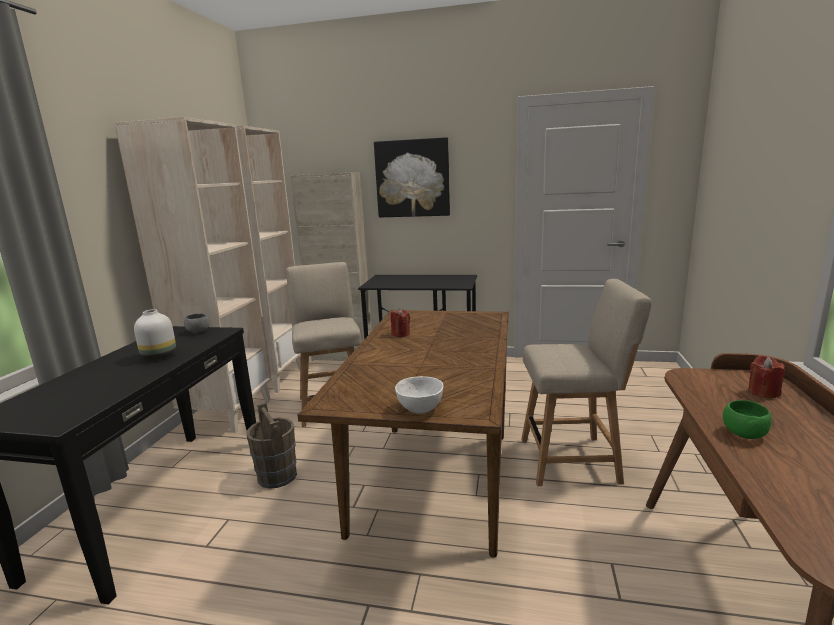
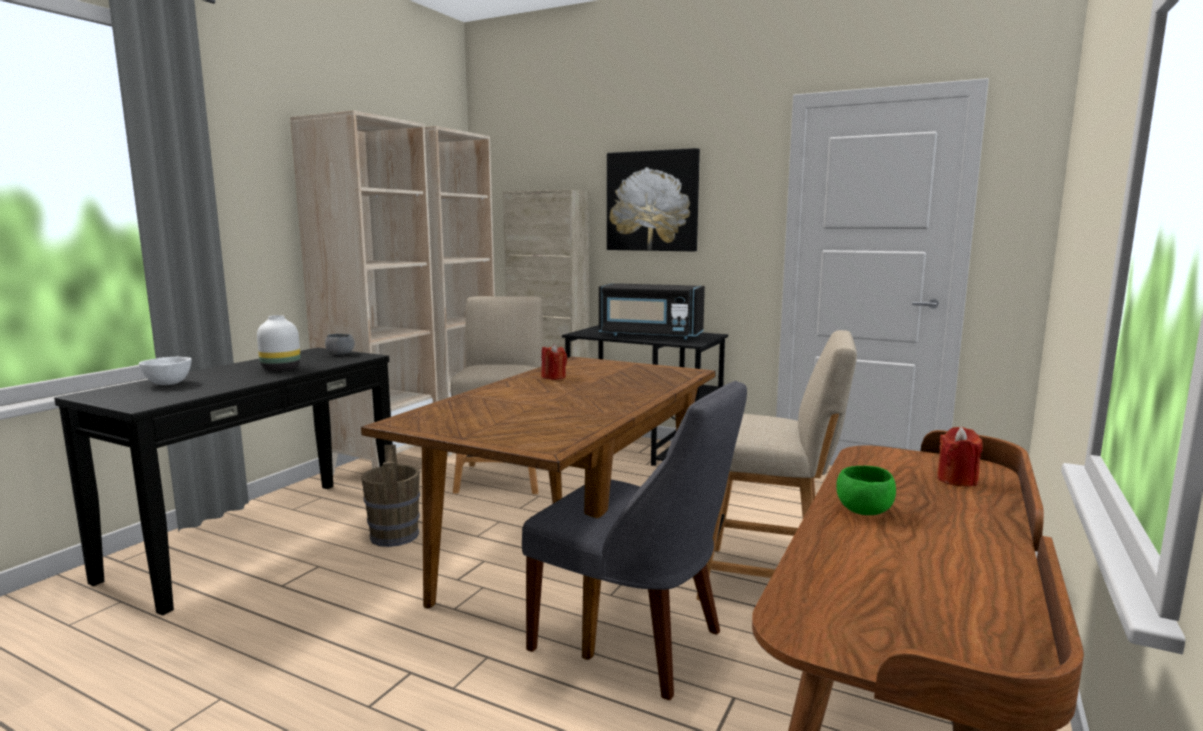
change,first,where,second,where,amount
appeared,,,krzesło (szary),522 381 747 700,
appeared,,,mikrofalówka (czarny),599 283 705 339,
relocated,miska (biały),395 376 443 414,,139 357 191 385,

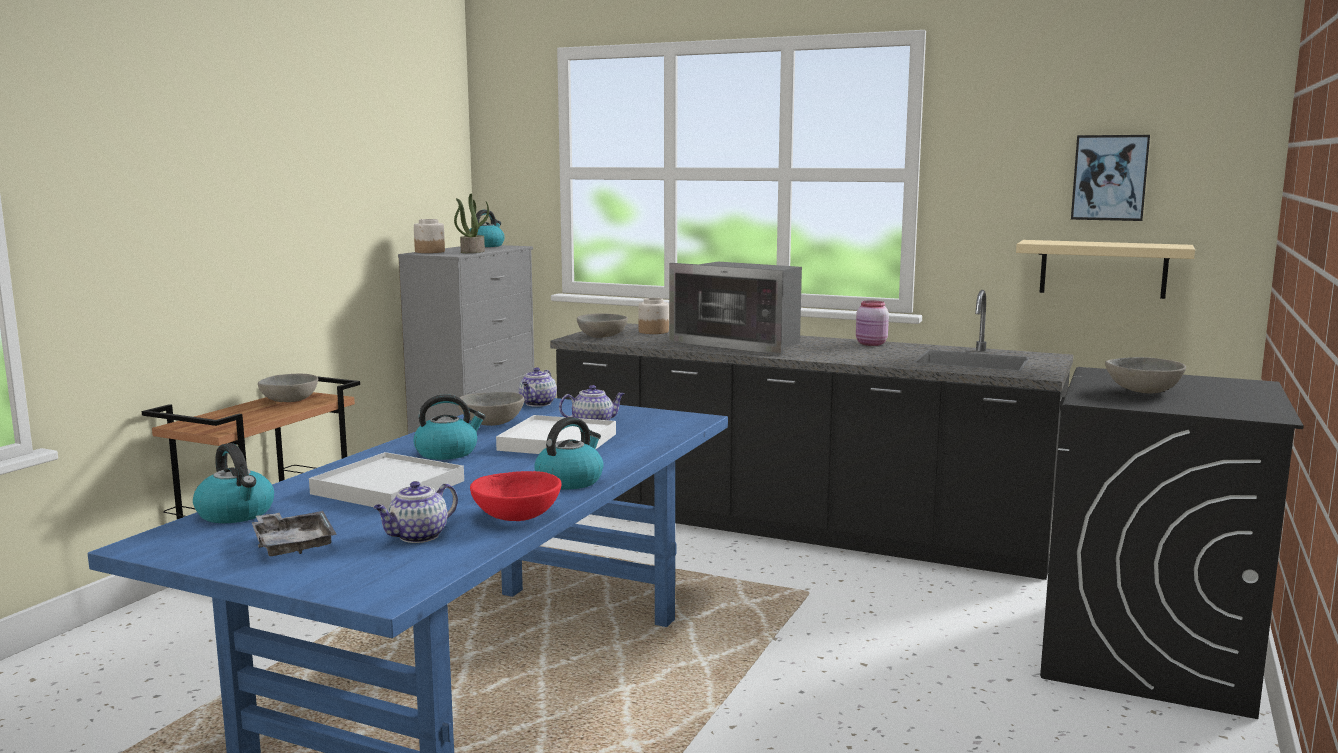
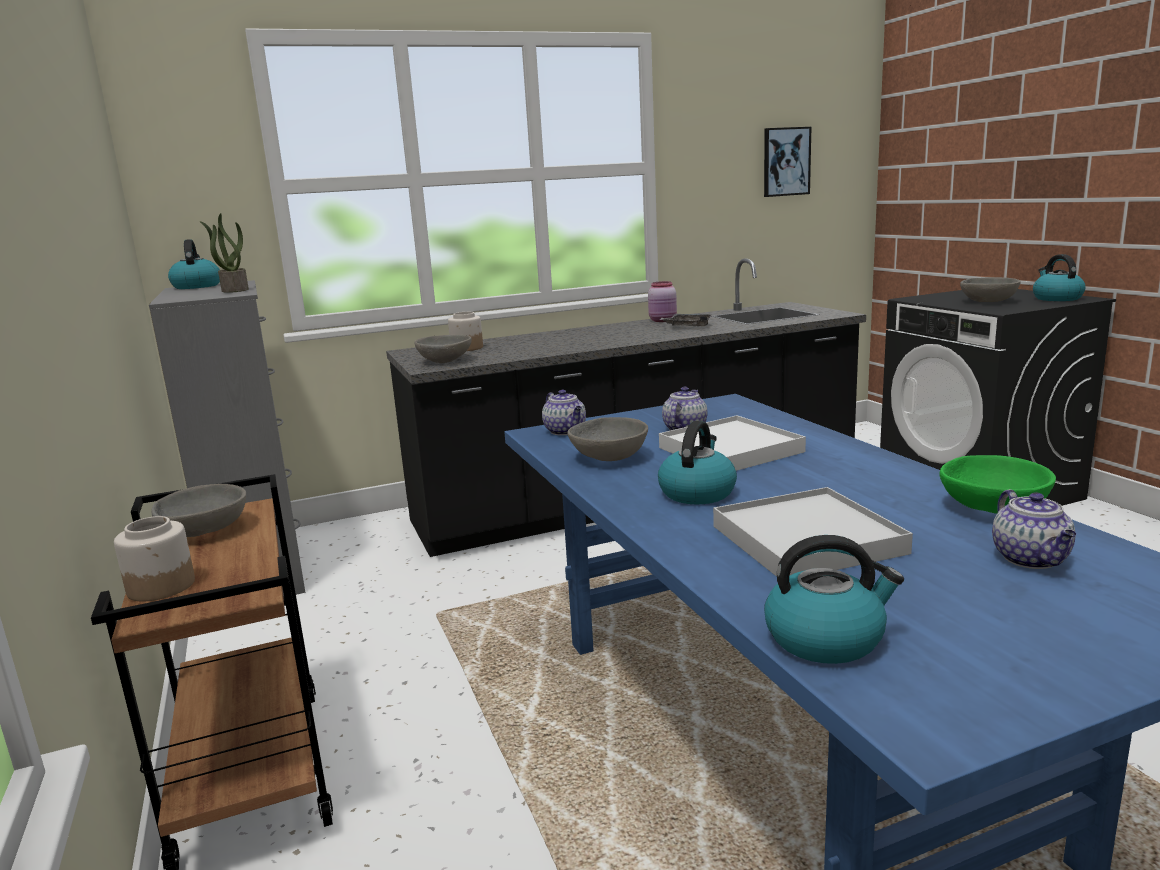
change,first,where,second,where,amount
missing,mikrofalówka,669 262 802 355,,,
missing,półka (beżowy),1016 240 1195 299,,,
relocated,taca (szary),252 511 337 556,,659 314 712 326,
relocated,słoik,414 219 445 253,,114 516 195 601,
relocated,czajnik,534 417 604 489,,1033 254 1086 301,
colour,miska (czerwony),470 471 562 521,miska (zielony),940 455 1056 514,

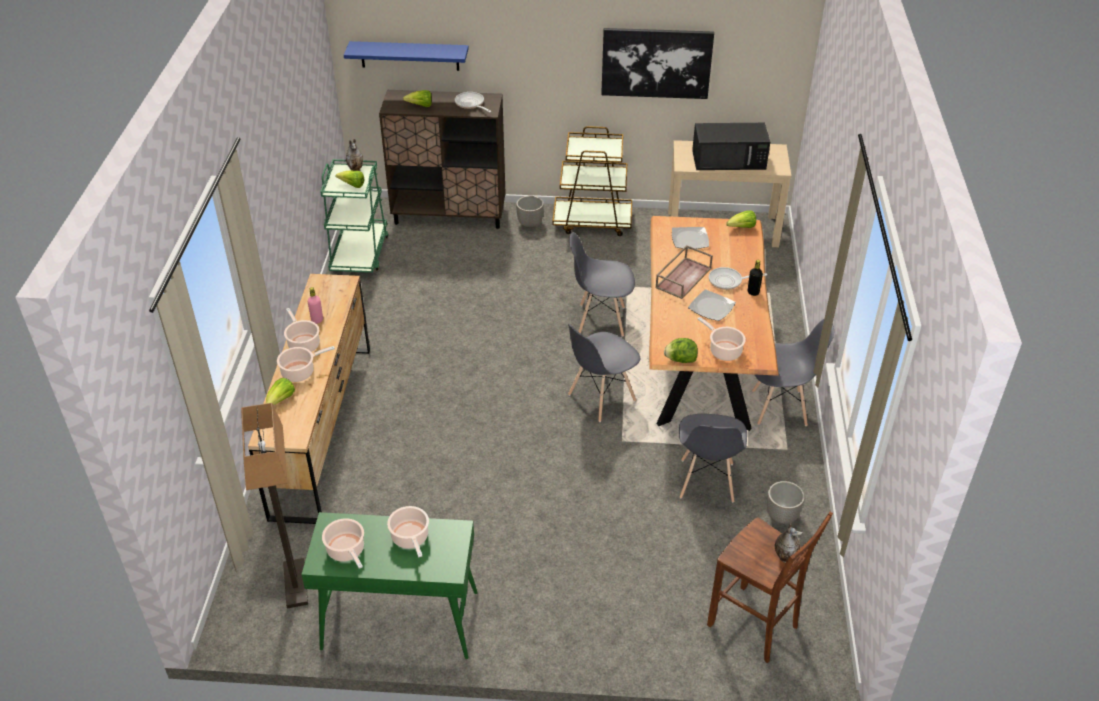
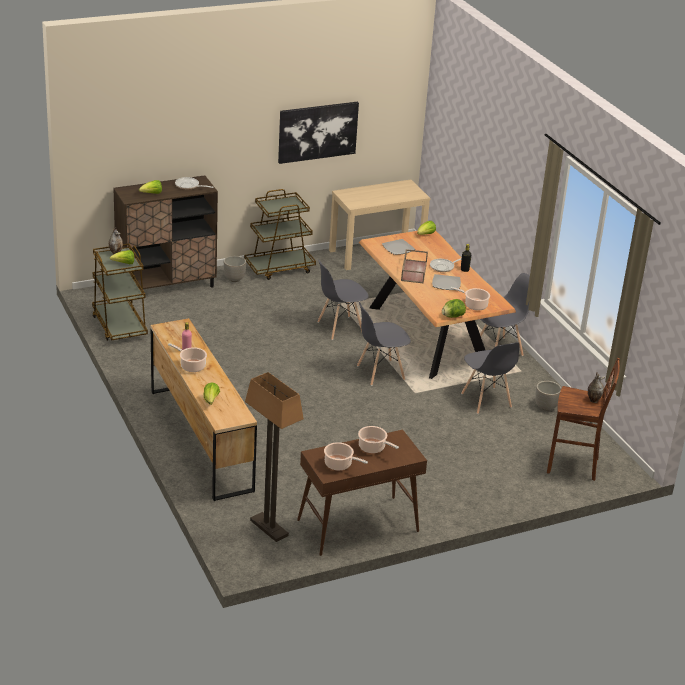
change,first,where,second,where,amount
missing,garnek,277 346 335 382,,,
missing,półka (niebieski),344 41 469 71,,,
missing,mikrofalówka (czarny),692 123 770 170,,,
colour,stolik konsolowy (zielony),301 512 478 659,stolik konsolowy (brązowy),297 430 427 556,
colour,wózek (zielony),320 159 389 273,wózek (brązowy),92 244 148 341,
spun,krzesło (szary),568 324 640 422,,357 301 411 386,45 degrees clockwise

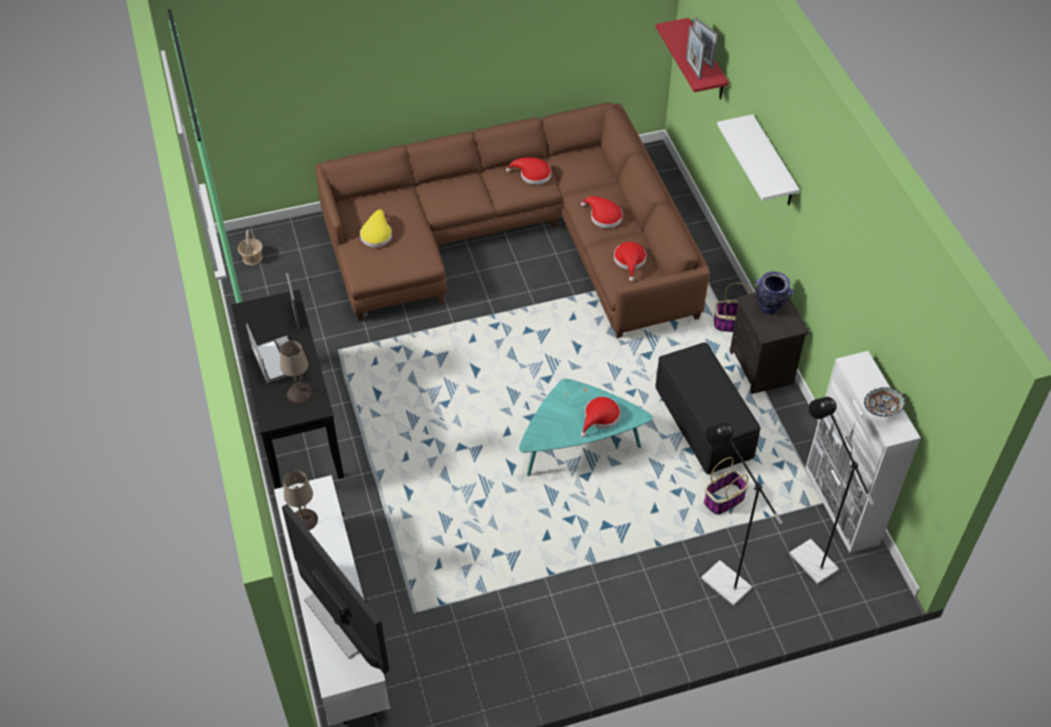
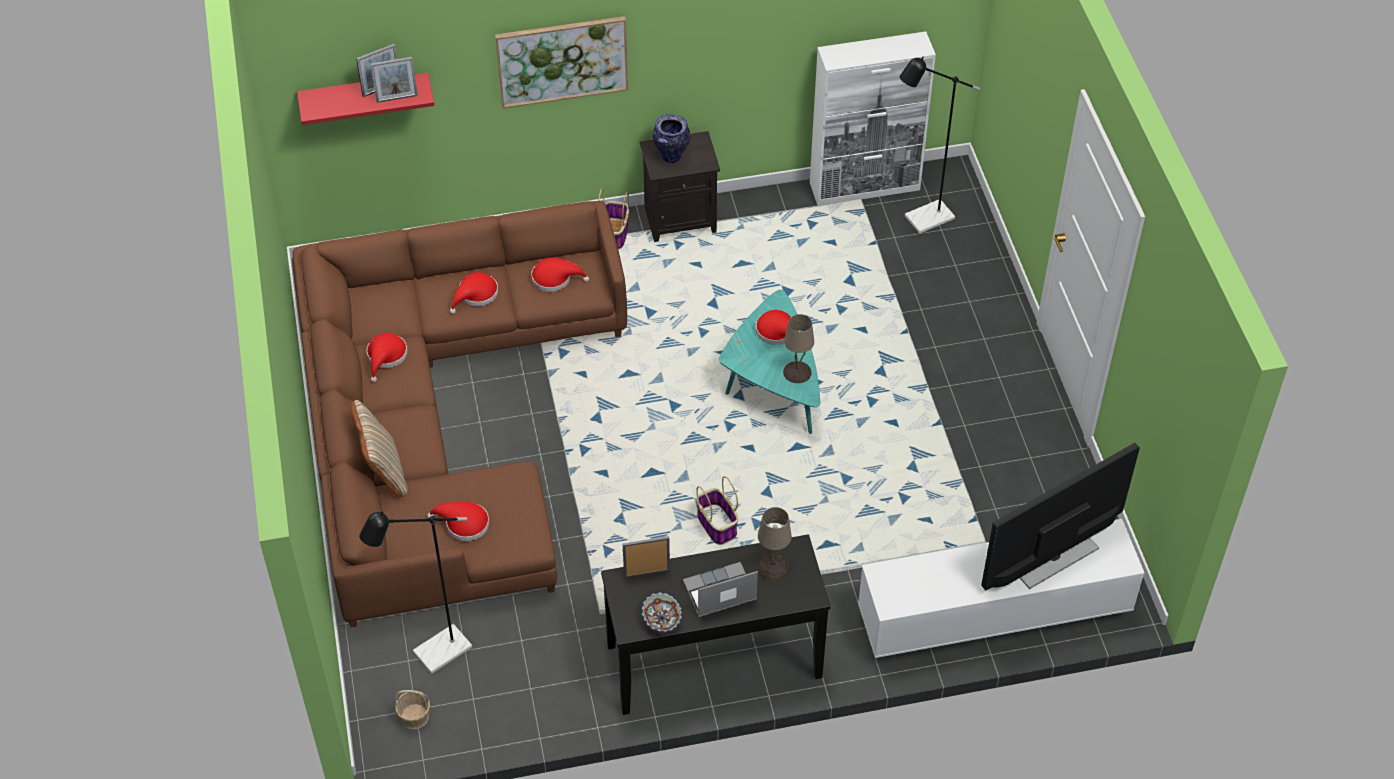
change,first,where,second,where,amount
missing,pufa (czarny),655 342 760 475,,,
appeared,,,poduszka (beżowy),351 400 408 497,
relocated,lampa stołowa (beżowy),284 470 318 530,,783 314 814 383,
relocated,lampa stojąca (czarny),701 422 782 606,,359 511 472 674,
relocated,koszyk,704 457 749 515,,696 476 739 545,
relocated,miska,864 387 905 417,,641 592 682 633,
exchanged,półka (biały),717 114 800 205,obraz,495 16 628 109,
colour,kapelusz (żółty),360 209 392 247,kapelusz (czerwony),427 502 489 541,

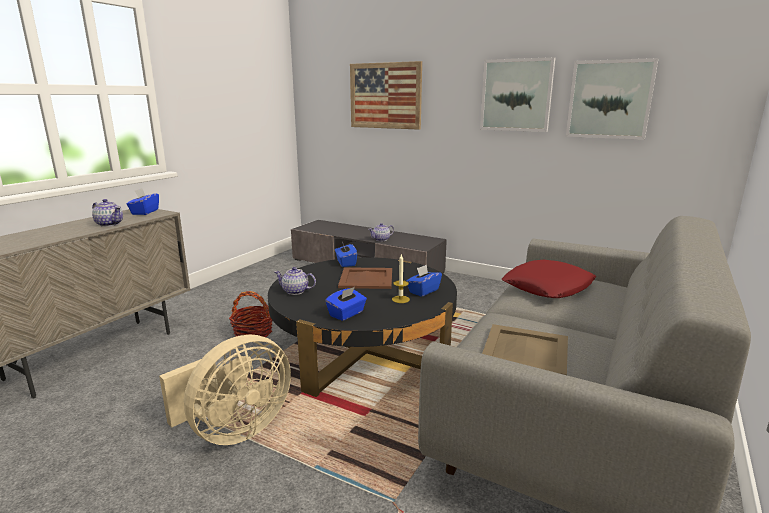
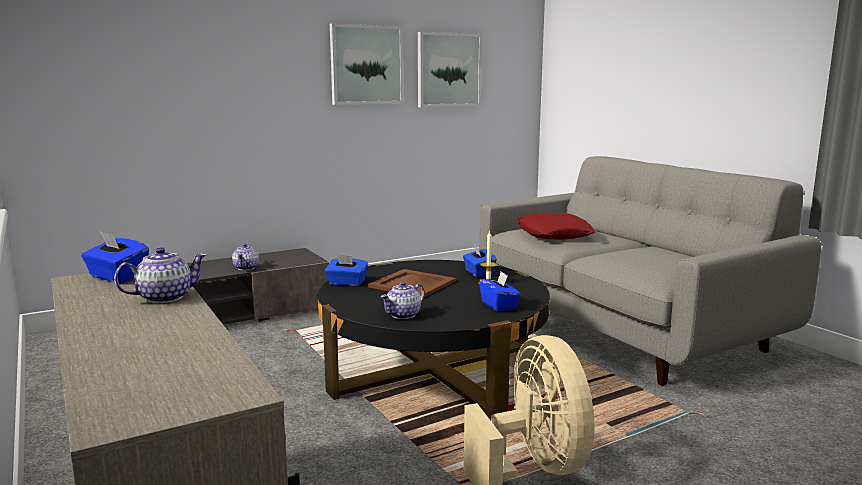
change,first,where,second,where,amount
missing,koszyk,229 291 273 337,,,
missing,obraz,350 61 422 130,,,
missing,taca (beżowy),482 324 568 375,,,

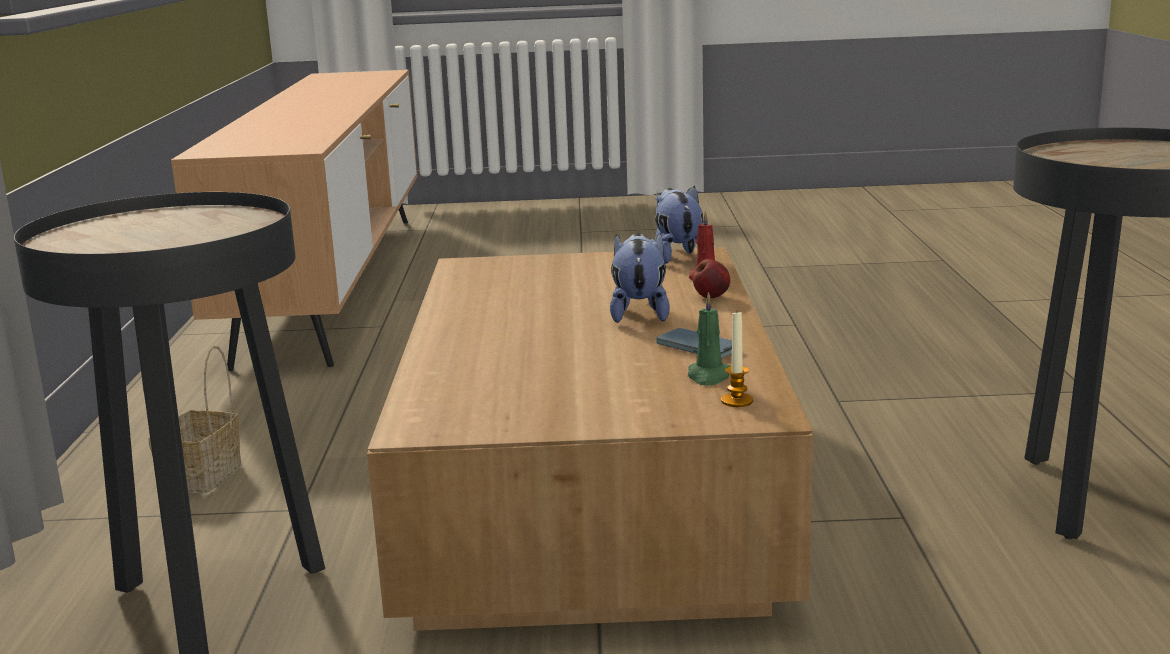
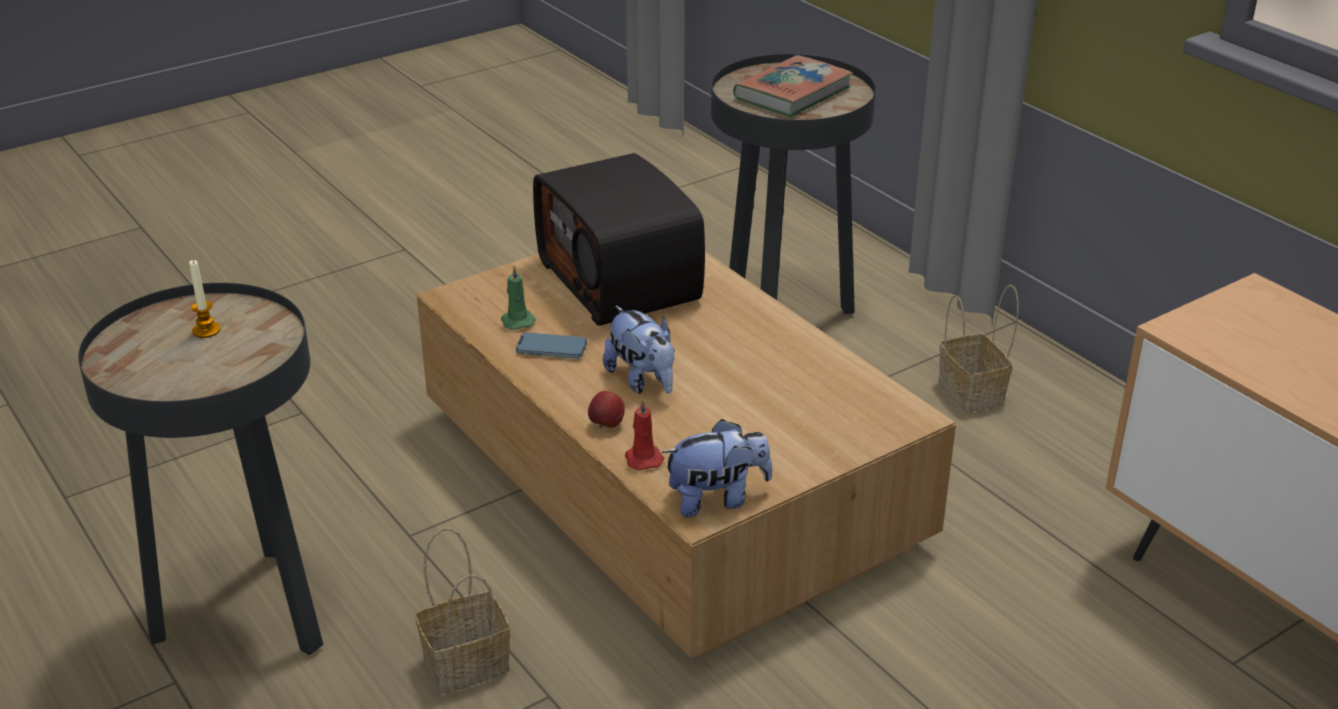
change,first,where,second,where,amount
appeared,,,koszyk,415 528 510 693,
appeared,,,radio,533 153 705 326,
appeared,,,książka,733 55 853 117,
relocated,świeca,721 312 754 407,,189 260 221 338,
spun,pluszak,655 186 703 263,,662 419 772 517,60 degrees counterclockwise

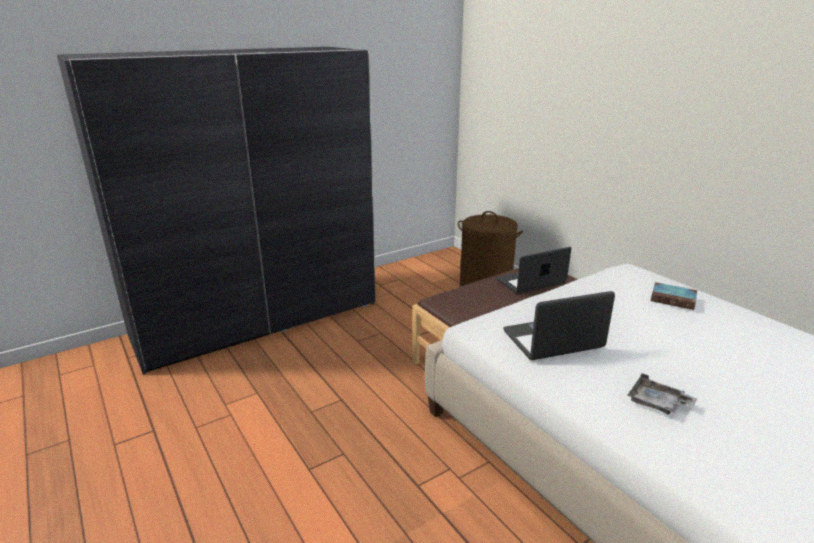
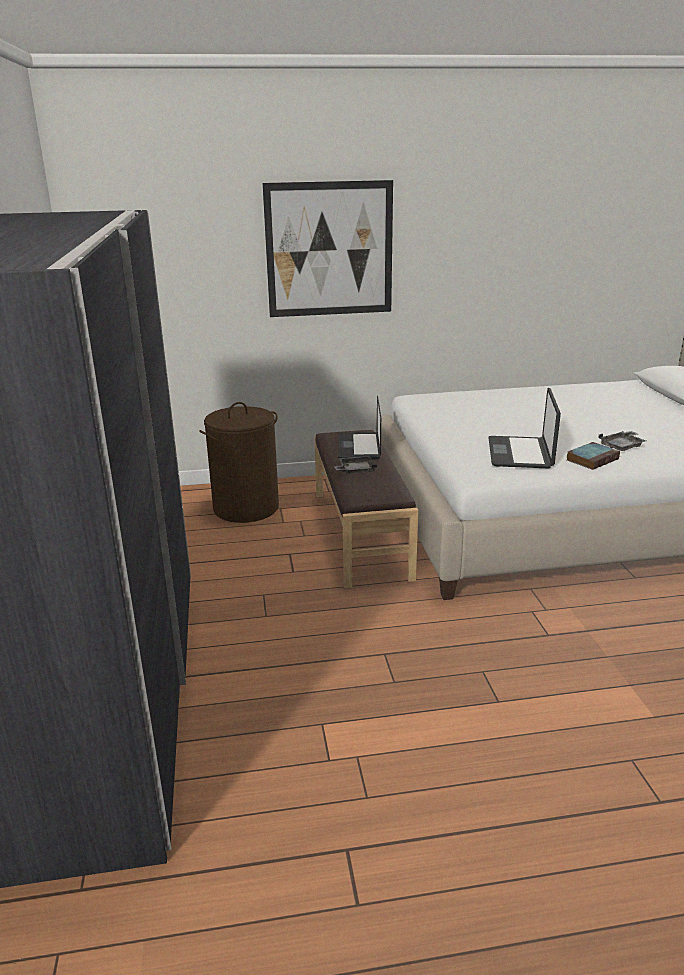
change,first,where,second,where,amount
appeared,,,obraz,263 180 393 317,
appeared,,,taca (szary),334 456 377 474,
relocated,książka,651 282 697 310,,567 442 620 470,

